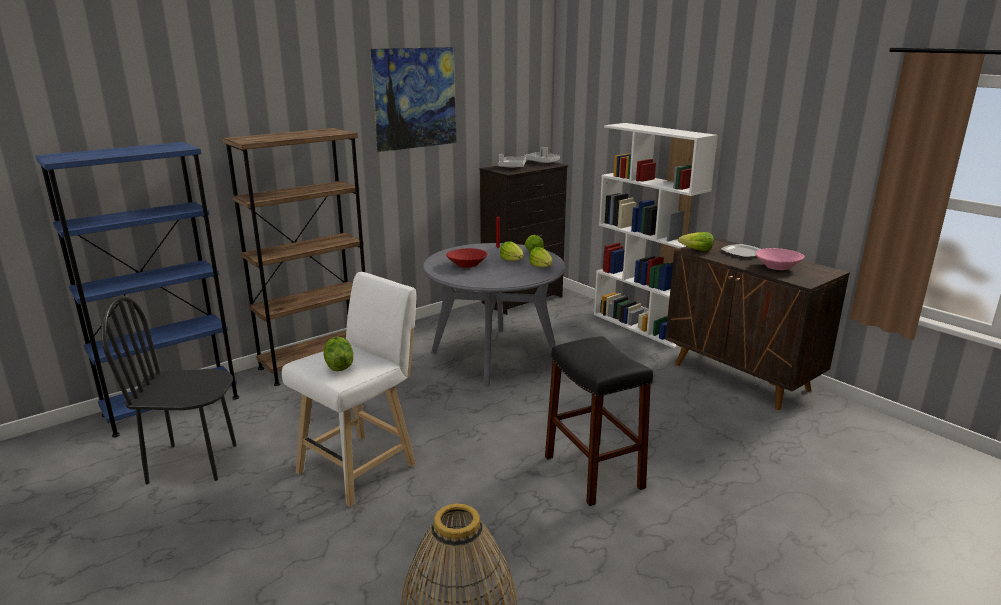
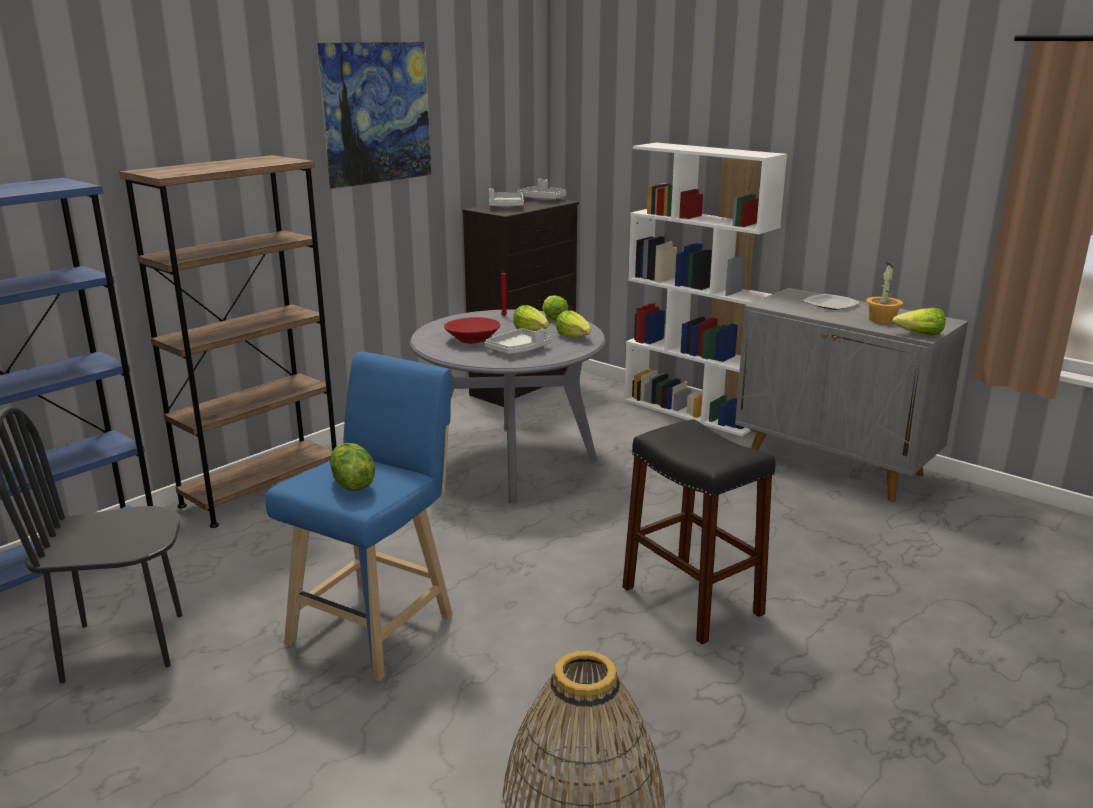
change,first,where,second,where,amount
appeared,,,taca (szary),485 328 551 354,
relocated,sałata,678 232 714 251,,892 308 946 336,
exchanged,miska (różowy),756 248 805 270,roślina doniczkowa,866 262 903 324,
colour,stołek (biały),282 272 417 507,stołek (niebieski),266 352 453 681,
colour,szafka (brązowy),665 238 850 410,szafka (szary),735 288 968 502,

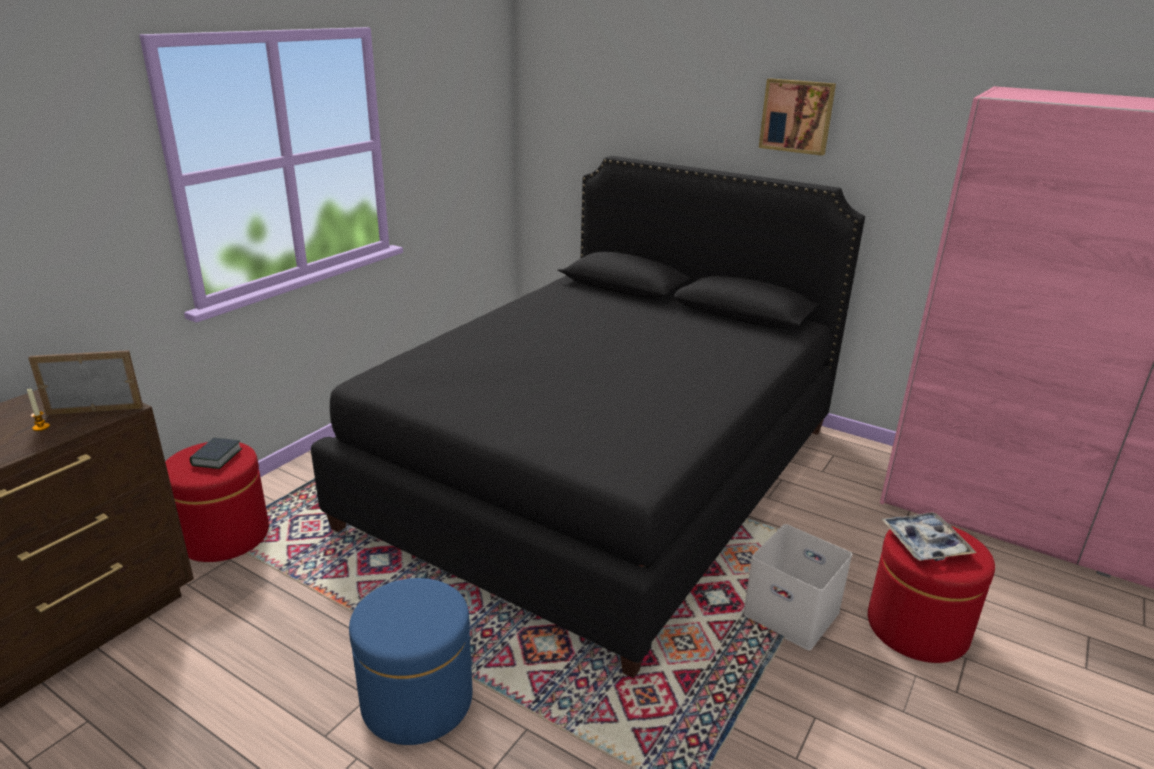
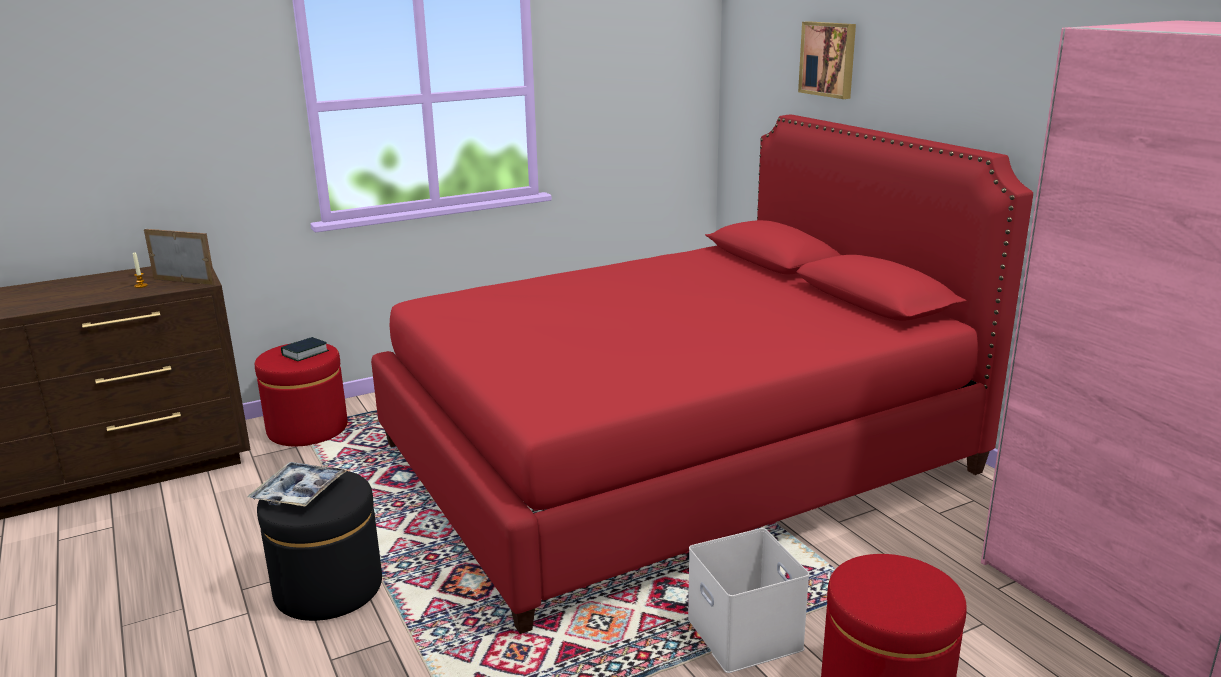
change,first,where,second,where,amount
relocated,obraz,759 78 836 156,,798 21 856 99,
relocated,taca,881 512 977 561,,247 462 346 507,
colour,łóżko (czarny),311 156 865 678,łóżko (czerwony),371 115 1033 634,
colour,pufa (niebieski),349 578 473 745,pufa (czarny),257 471 382 621,

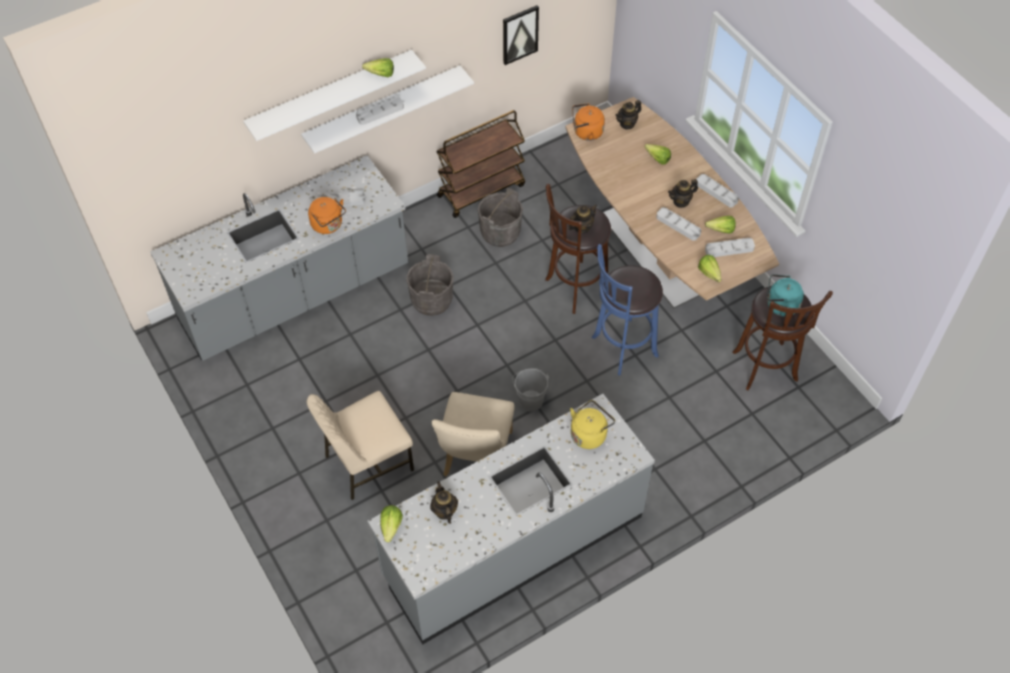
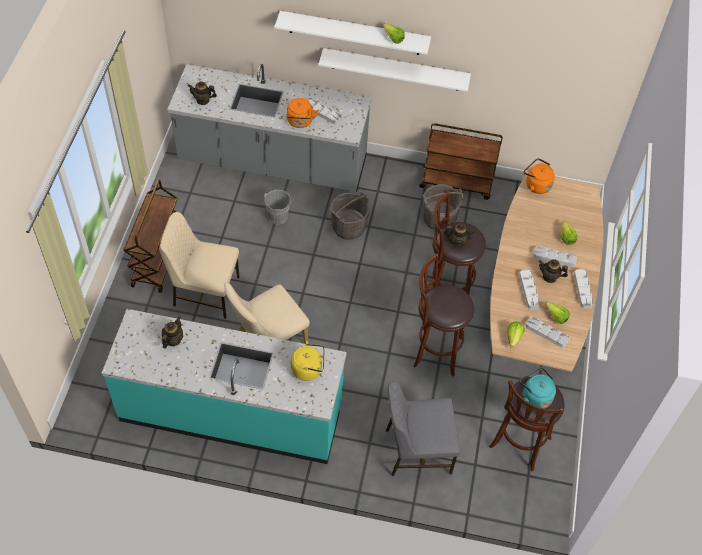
change,first,where,second,where,amount
missing,sałata,380 505 403 542,,,
missing,obraz,503 5 539 65,,,
appeared,,,wózek (brązowy),123 180 177 293,
appeared,,,krzesło (szary),386 381 460 476,
relocated,taca (szary),356 97 404 125,,533 246 577 267,
relocated,wiadro (szary),512 368 549 412,,264 190 294 225,
relocated,imbryk,616 100 642 130,,188 81 217 105,
colour,zabudowa kuchenna (szary),368 394 655 644,zabudowa kuchenna (turkusowy),102 309 347 464,
colour,stołek (niebieski),592 244 663 376,stołek (brązowy),413 253 474 377,

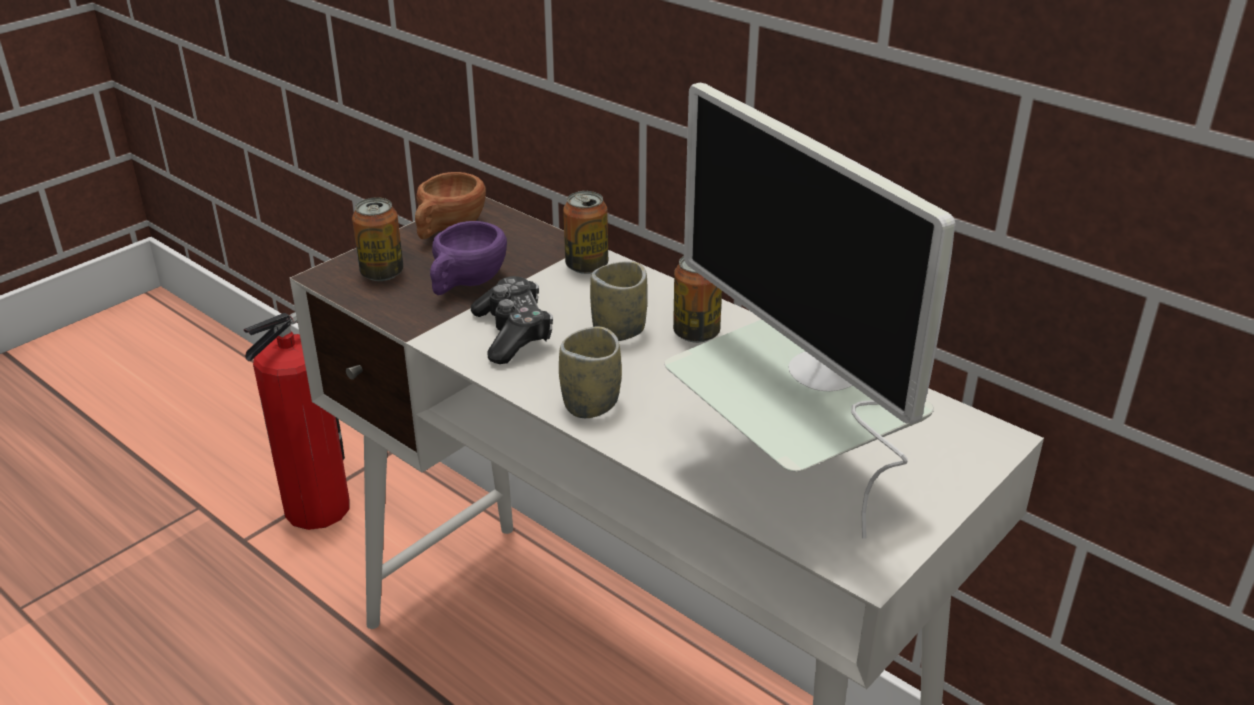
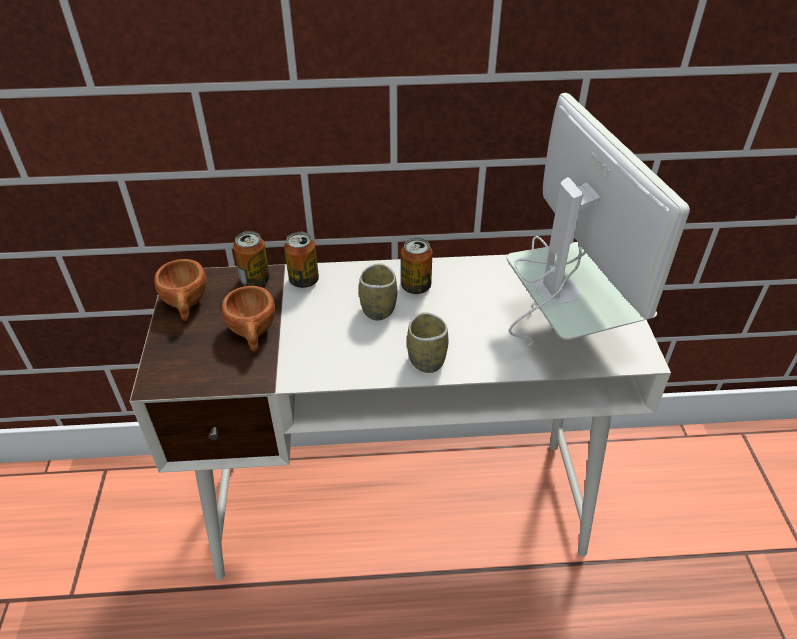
change,first,where,second,where,amount
missing,gaśnica,244 312 349 530,,,
missing,pad do gier,471 276 553 364,,,
relocated,puszka,352 197 403 281,,233 231 270 286,
colour,filiżanka (fioletowy),430 221 507 295,filiżanka (brązowy),222 286 275 352,
spun,monitor,664 83 955 539,,507 93 690 348,120 degrees counterclockwise

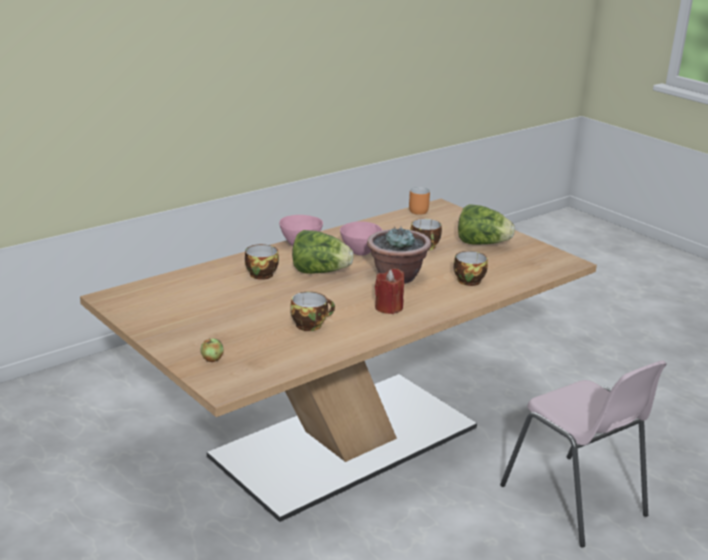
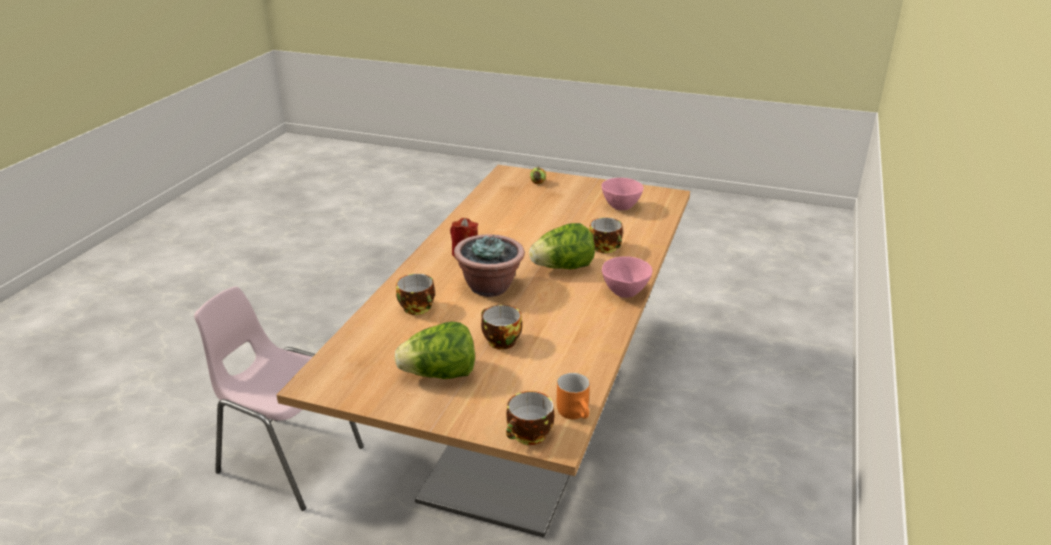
change,first,where,second,where,amount
relocated,filiżanka,290 292 335 331,,506 391 555 445,
relocated,miska (różowy),340 221 383 256,,601 178 644 210,

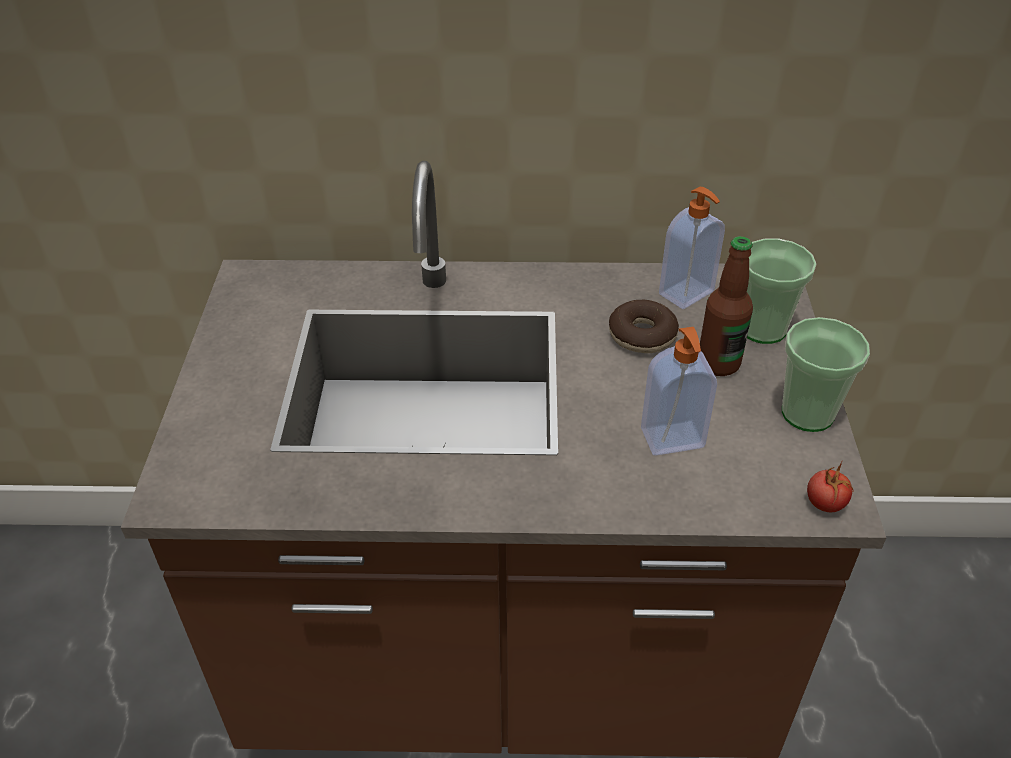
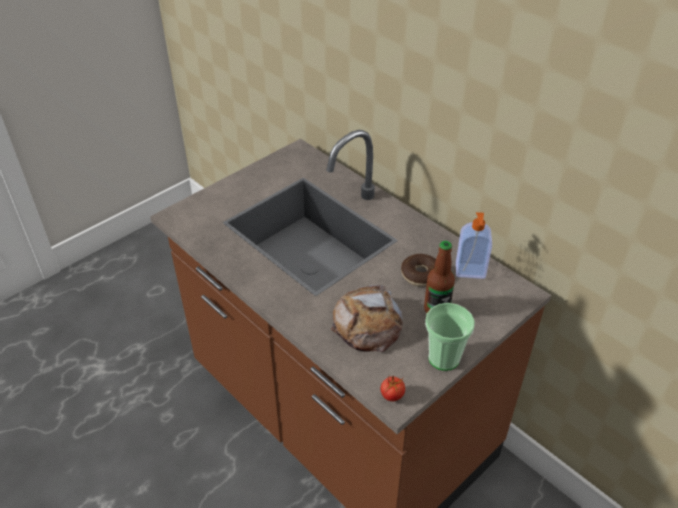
change,first,where,second,where,amount
missing,filiżanka,747 238 816 344,,,
exchanged,dozownik mydła,641 327 717 456,chleb,331 285 403 352,

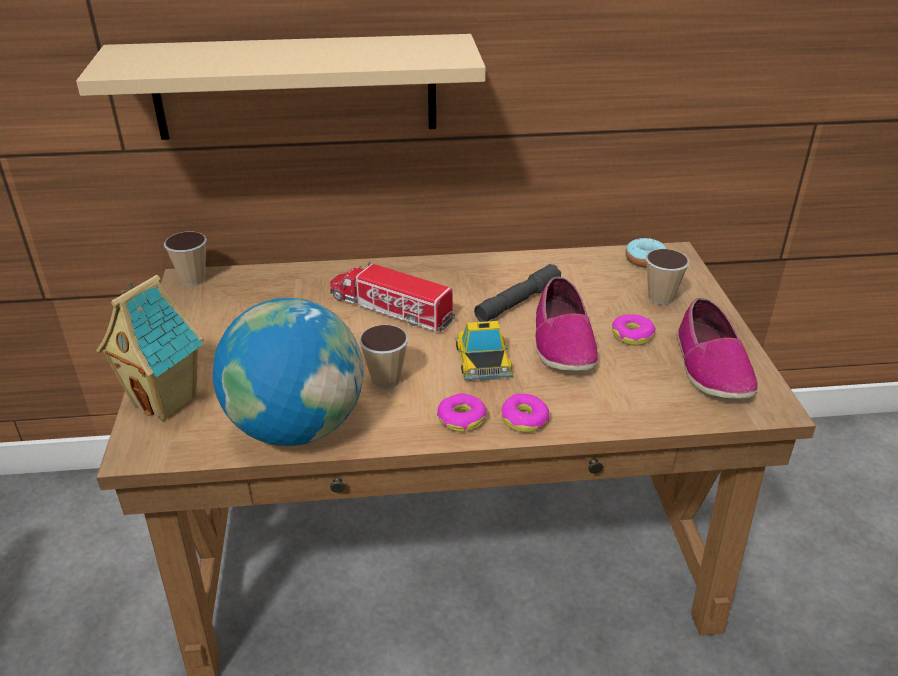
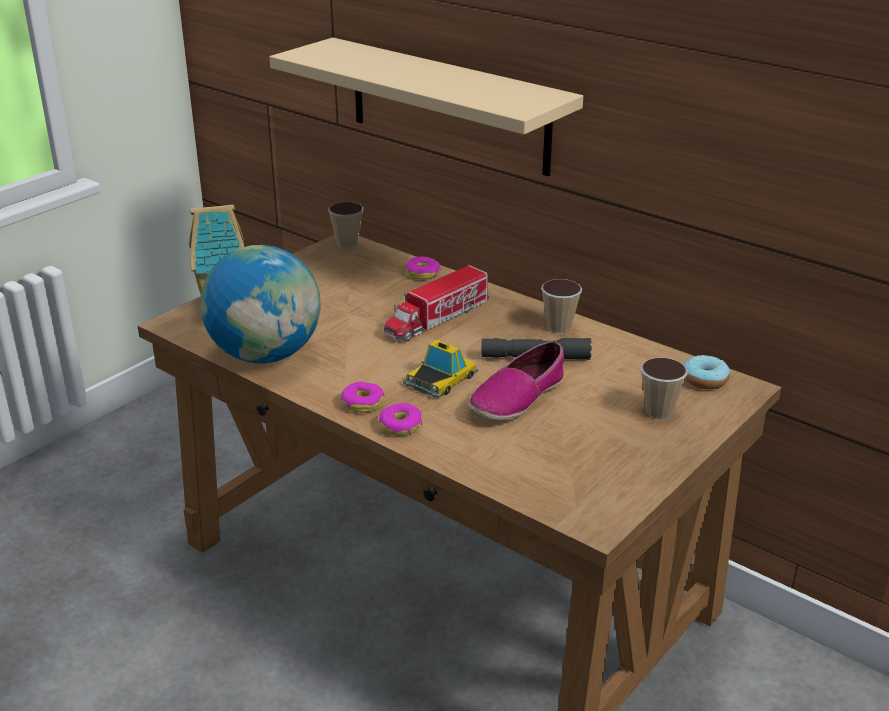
change,first,where,second,where,amount
missing,but,676 298 758 399,,,
relocated,filiżanka,359 325 409 389,,541 279 582 333,
relocated,donut,612 314 656 345,,405 257 441 280,
spun,ciężarówka zabawkowa,330 261 456 332,,384 265 489 342,120 degrees counterclockwise

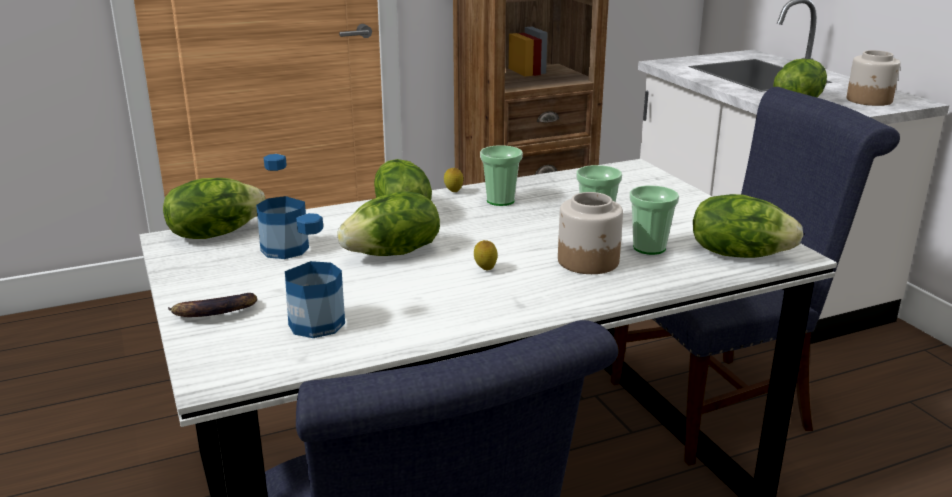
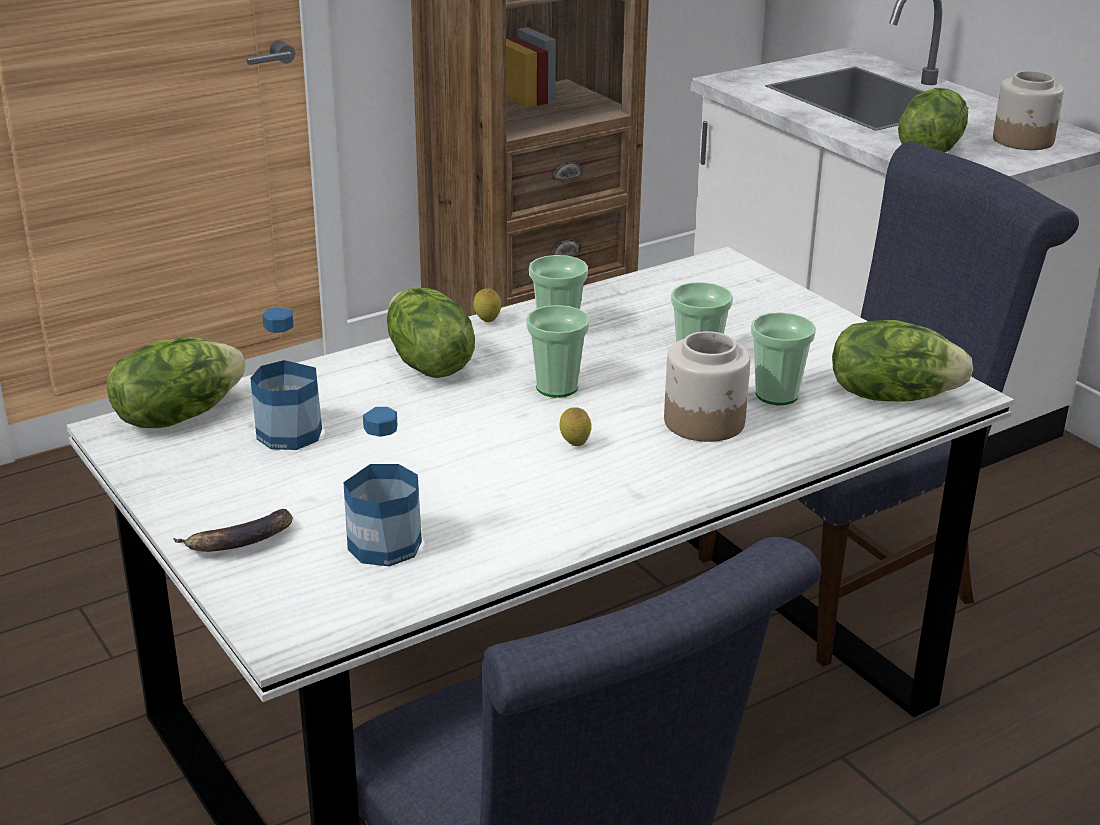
change,first,where,second,where,amount
missing,sałata,338 192 440 256,,,
appeared,,,filiżanka,526 305 590 398,

